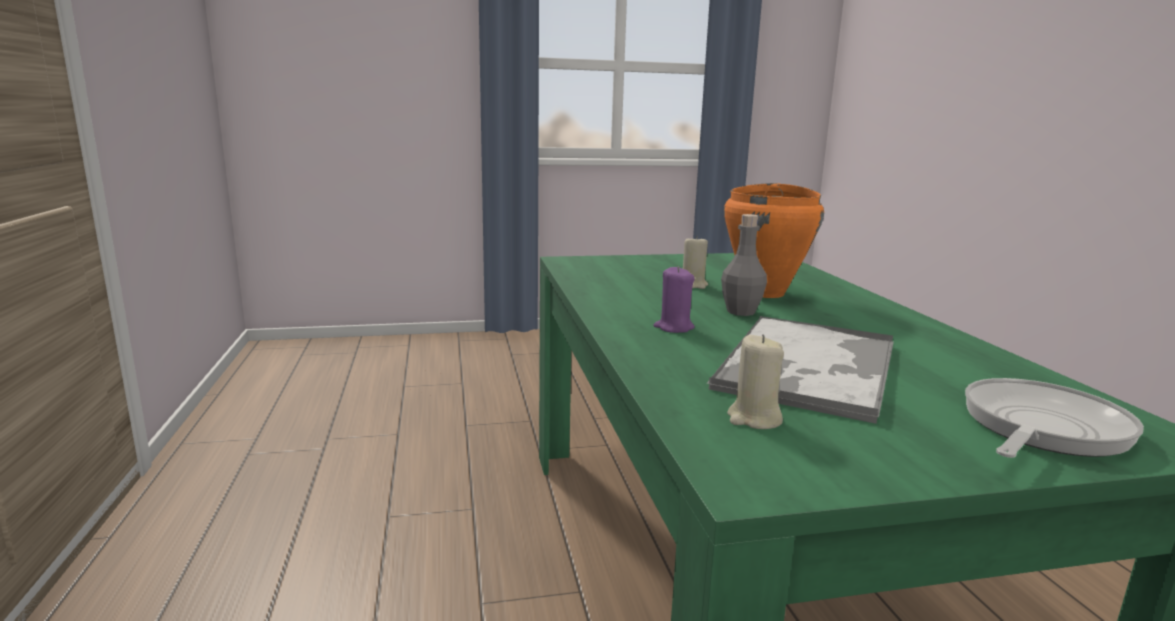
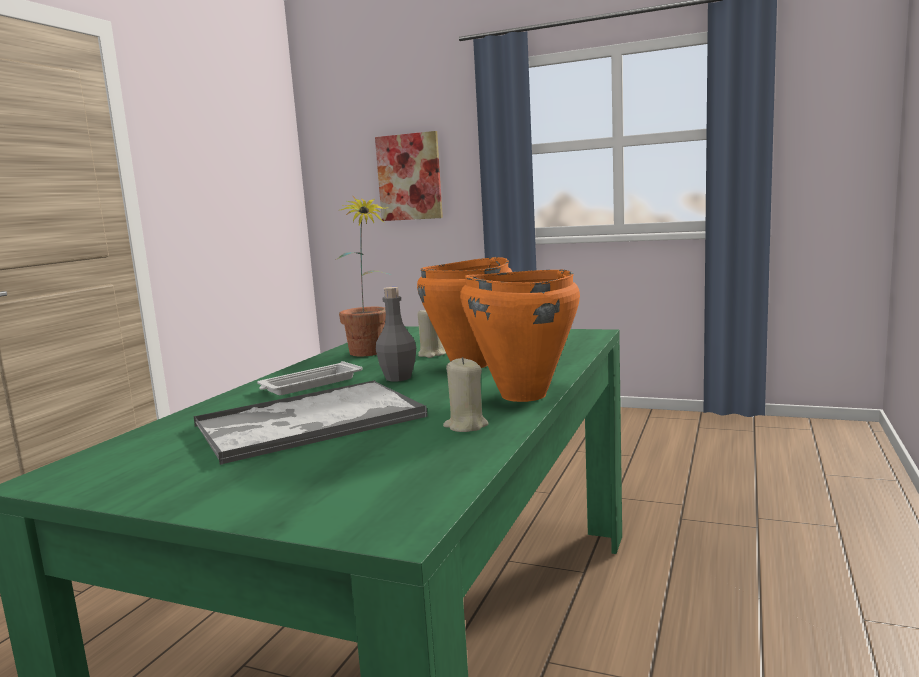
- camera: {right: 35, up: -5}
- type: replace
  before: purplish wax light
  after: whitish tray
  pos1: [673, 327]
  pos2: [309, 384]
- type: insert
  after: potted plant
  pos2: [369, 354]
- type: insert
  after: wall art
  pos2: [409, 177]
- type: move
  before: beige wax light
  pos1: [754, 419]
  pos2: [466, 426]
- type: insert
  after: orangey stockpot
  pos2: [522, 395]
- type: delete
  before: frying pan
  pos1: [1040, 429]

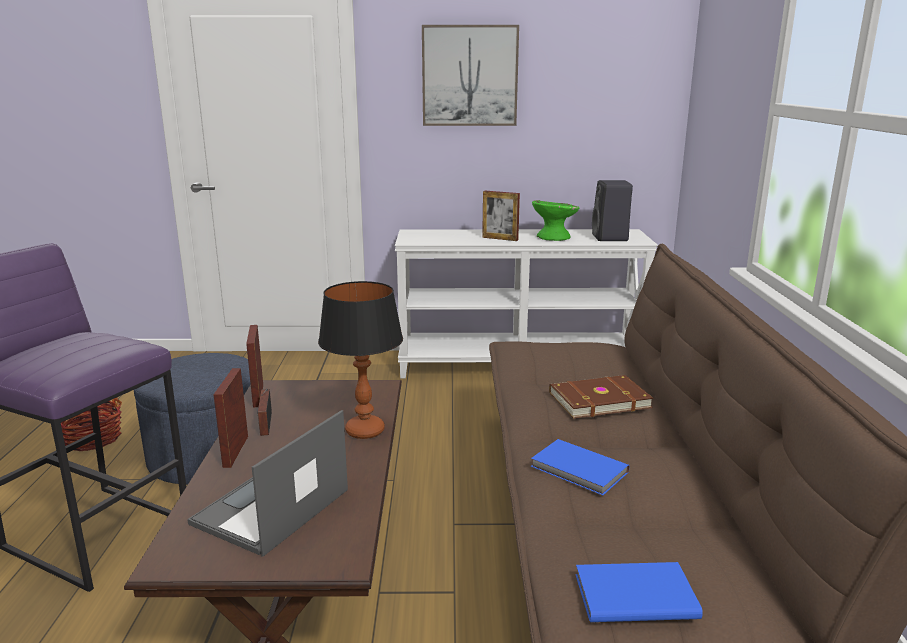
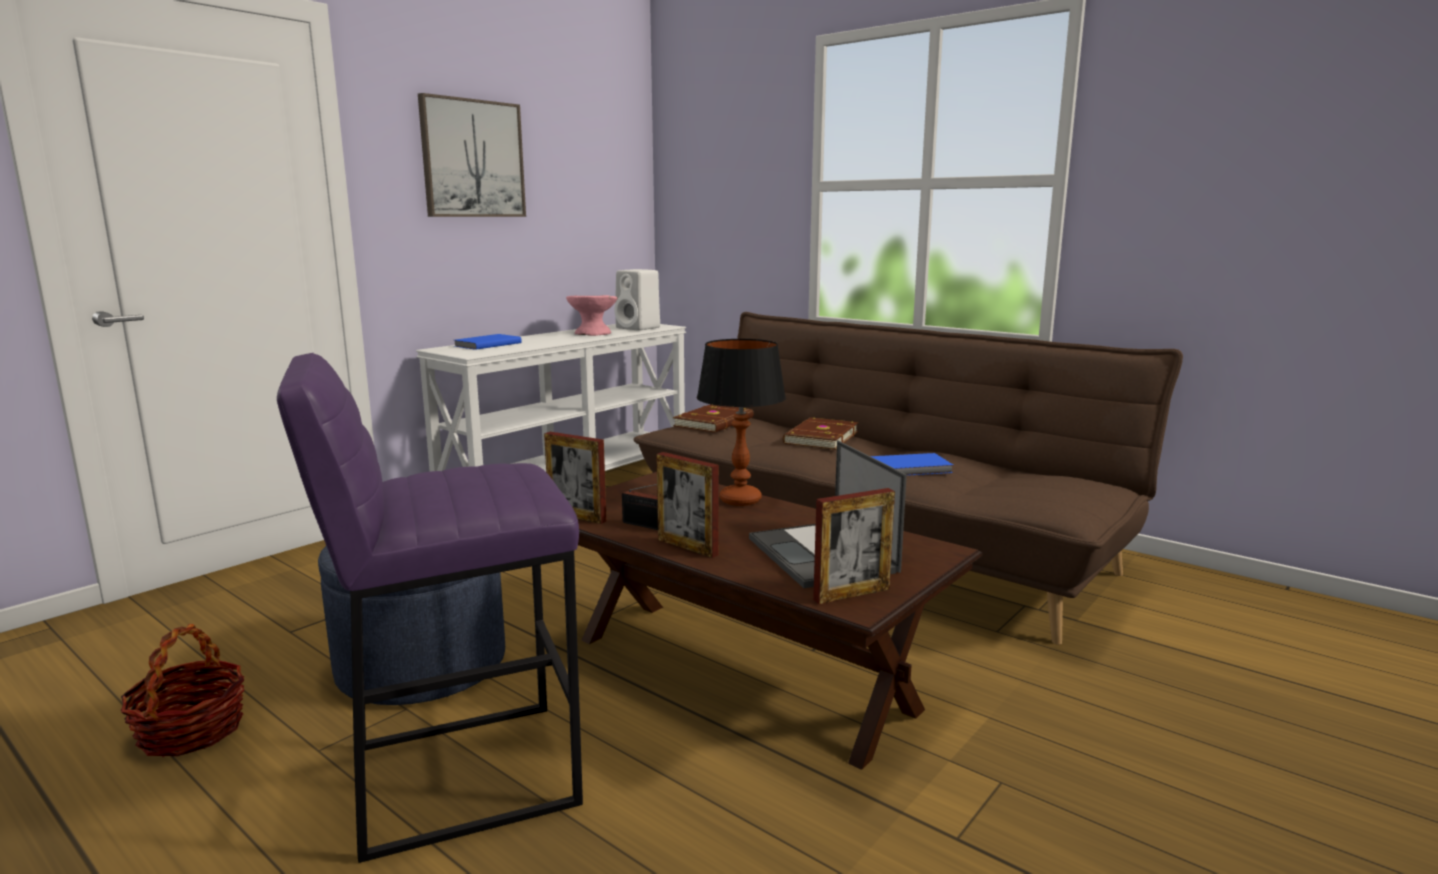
- camera: {right: -50, up: -5}
- type: move
  before: bluish bound book
  pos1: [633, 594]
  pos2: [486, 344]
- type: recolor
  before: green-coloured serving bowl
  after: pink serving bowl
  pos1: [553, 237]
  pos2: [593, 333]
- type: recolor
  before: blackish audio speaker
  after: whitish audio speaker
  pos1: [610, 238]
  pos2: [639, 328]
- type: insert
  after: brown bound book
  pos2: [715, 422]
- type: move
  before: photo frame
  pos1: [500, 238]
  pos2: [852, 594]

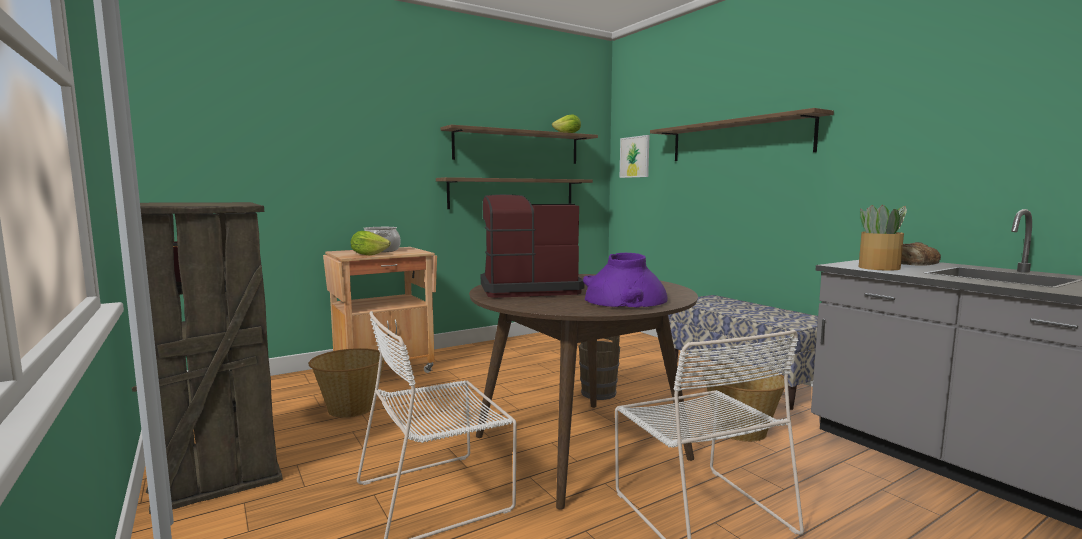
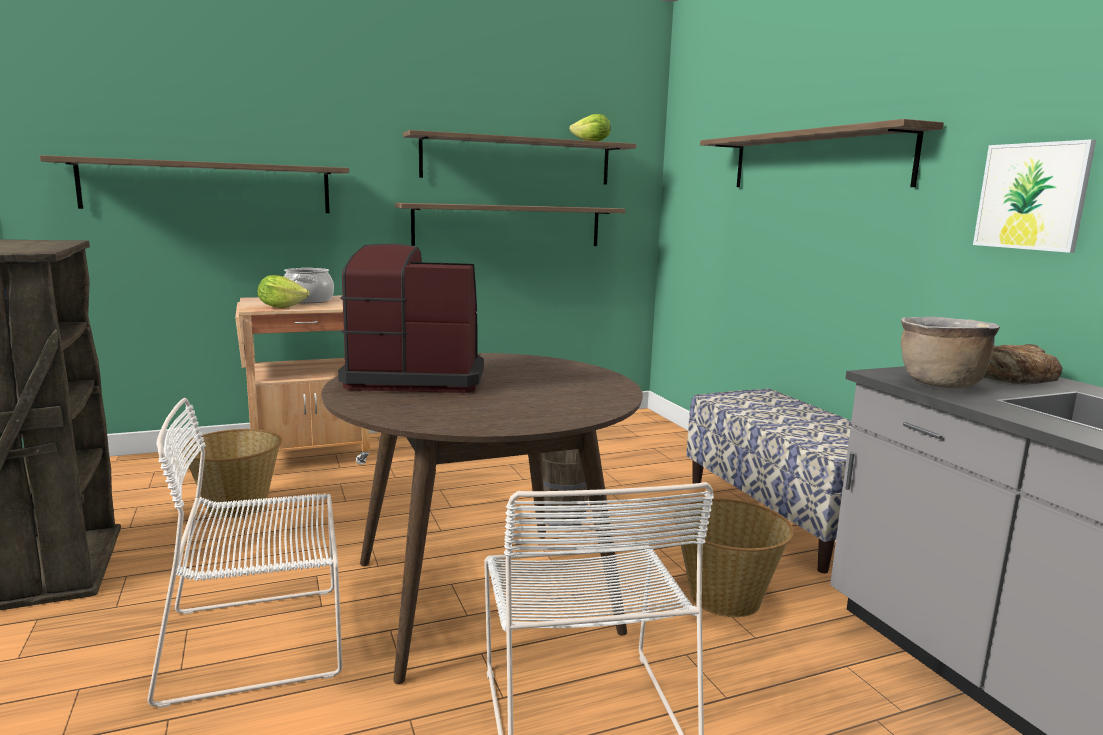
- camera: {right: 10, up: 5}
- type: insert
  after: shelf
  pos2: [209, 187]
- type: replace
  before: potted plant
  after: brown stockpot
  pos1: [880, 267]
  pos2: [939, 384]
- type: move
  before: wall art
  pos1: [634, 157]
  pos2: [1032, 196]
- type: delete
  before: purplish flower vase
  pos1: [625, 300]

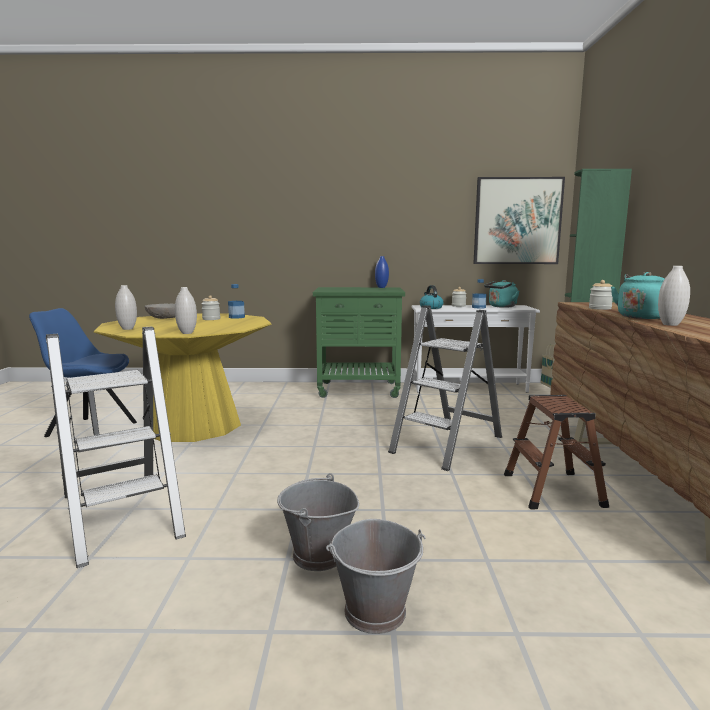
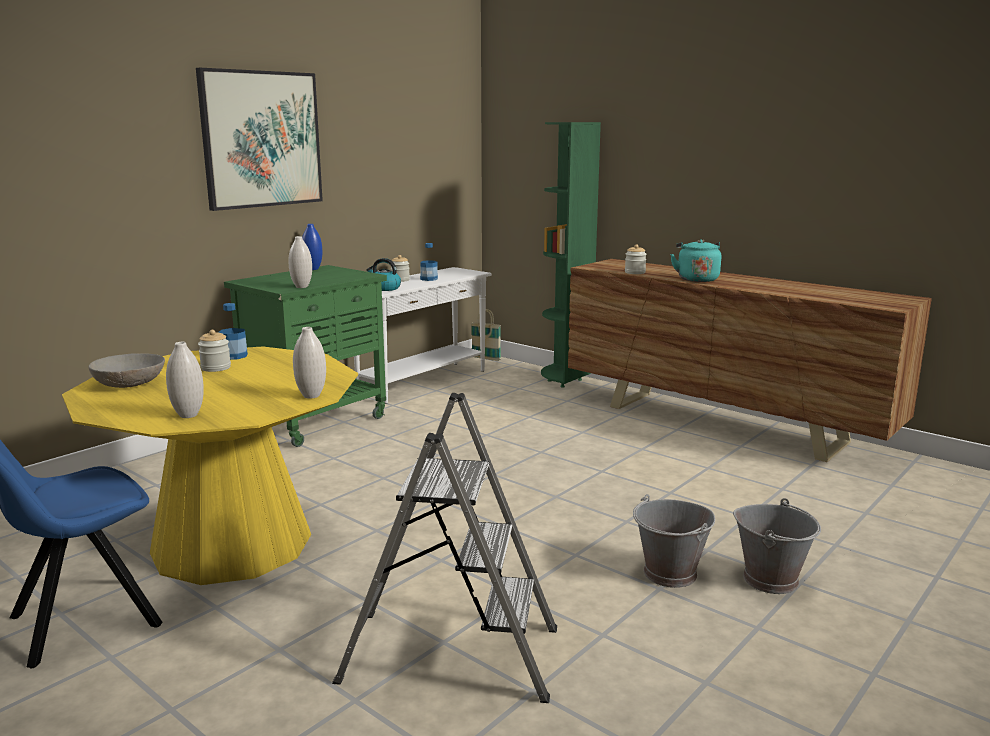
- camera: {right: -50, up: 5}
- type: move
  before: wall art
  pos1: [517, 221]
  pos2: [261, 139]
- type: move
  before: whitish flower vase
  pos1: [670, 324]
  pos2: [302, 287]
- type: delete
  before: grey stepladder
  pos1: [448, 444]
- type: delete
  before: blue-green tea kettle
  pos1: [501, 306]
- type: delete
  before: brown stepladder
  pos1: [553, 490]

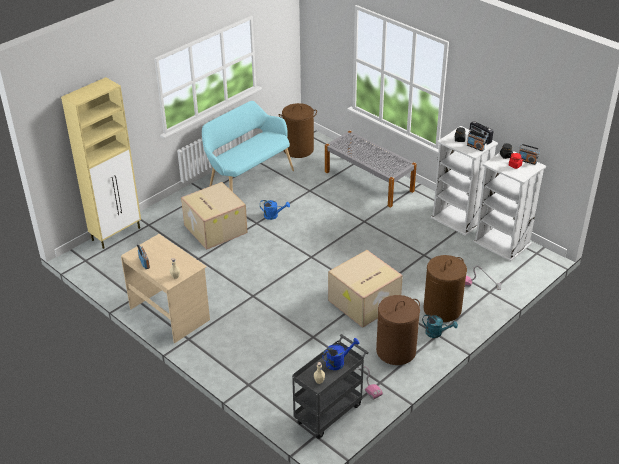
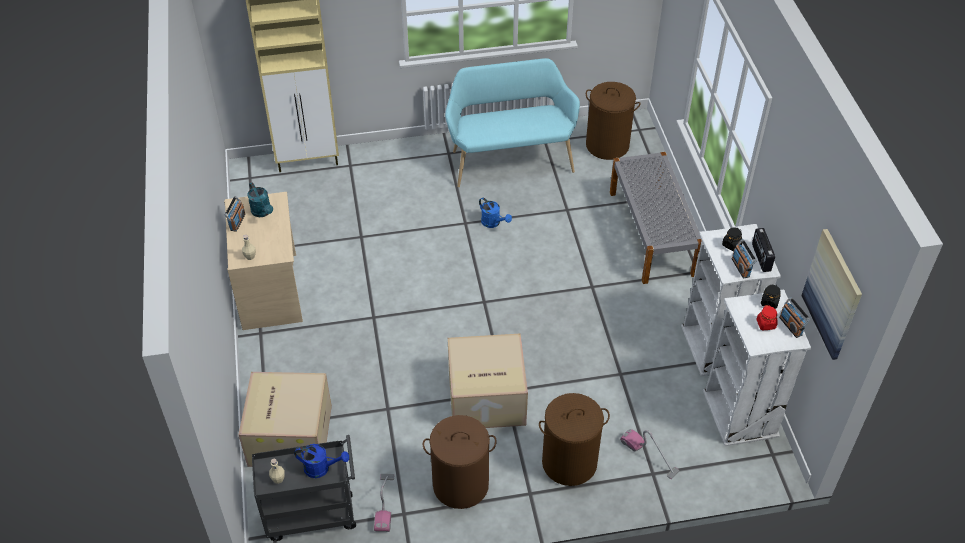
- camera: {right: 35, up: 10}
- type: move
  before: cardboard box
  pos1: [214, 229]
  pos2: [289, 434]
- type: move
  before: blue-green sprinkling can
  pos1: [437, 333]
  pos2: [263, 212]
- type: insert
  after: wall art
  pos2: [833, 294]

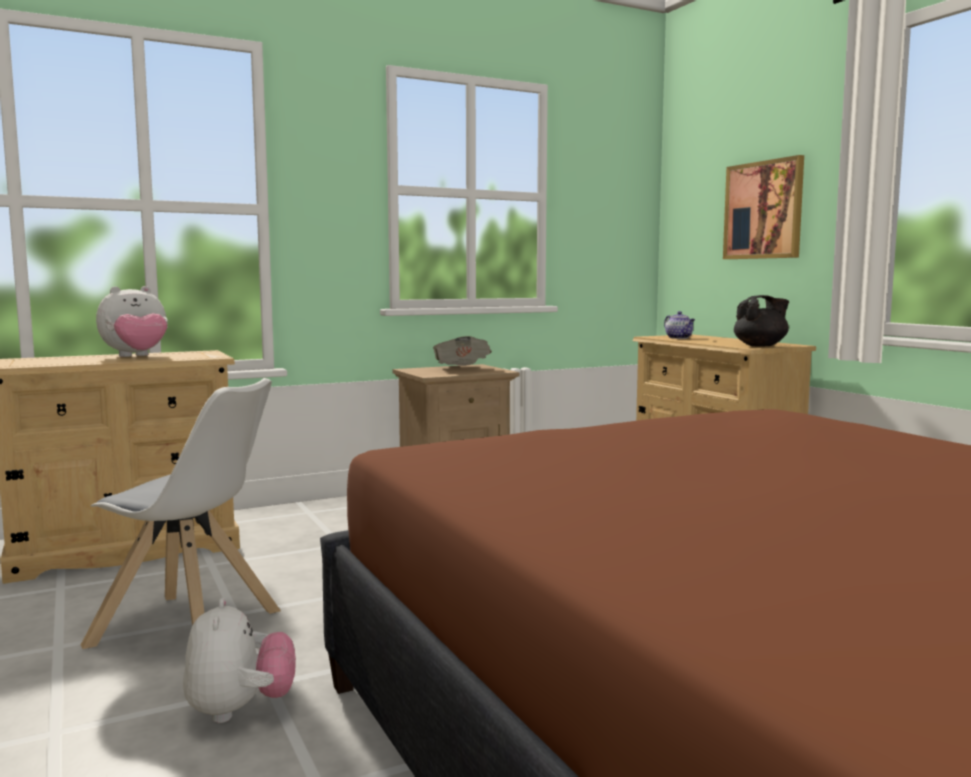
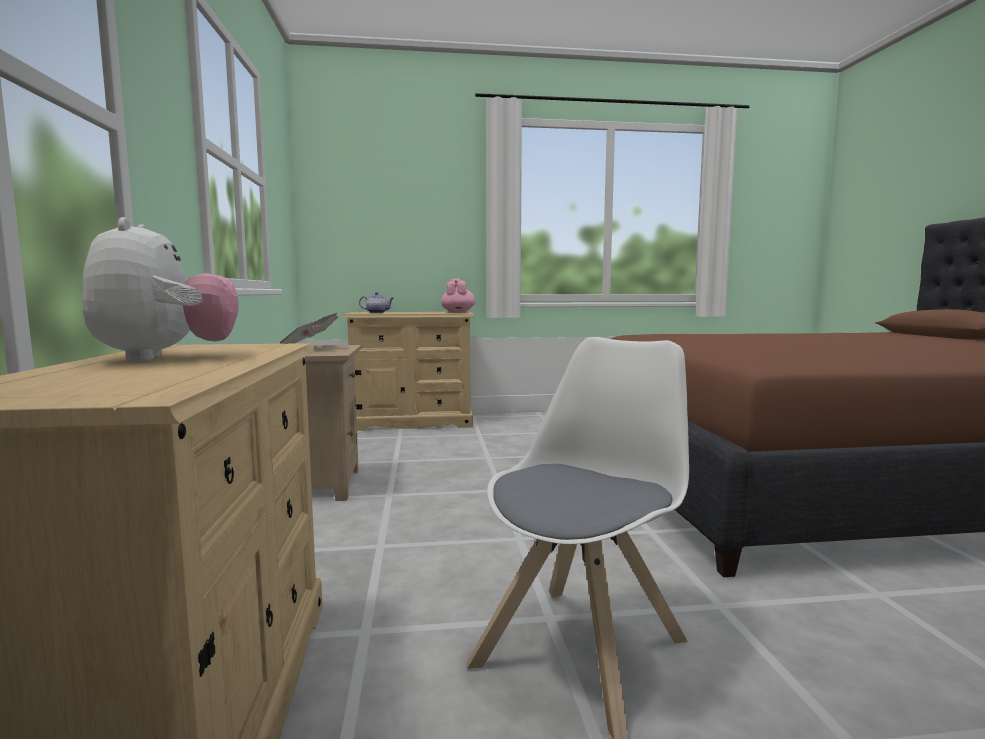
- camera: {right: -70, up: 0}
- type: recolor
  before: blackish tea pot
  after: pink tea pot
  pos1: [761, 346]
  pos2: [458, 312]
- type: delete
  before: soft toy
  pos1: [240, 710]
- type: delete
  before: wall art
  pos1: [763, 210]

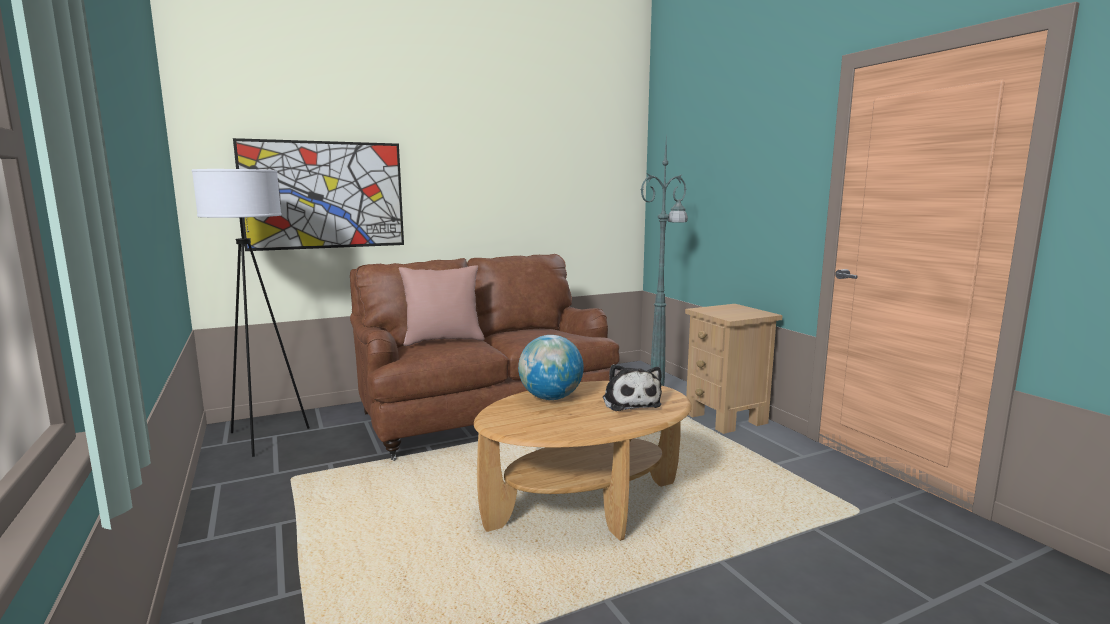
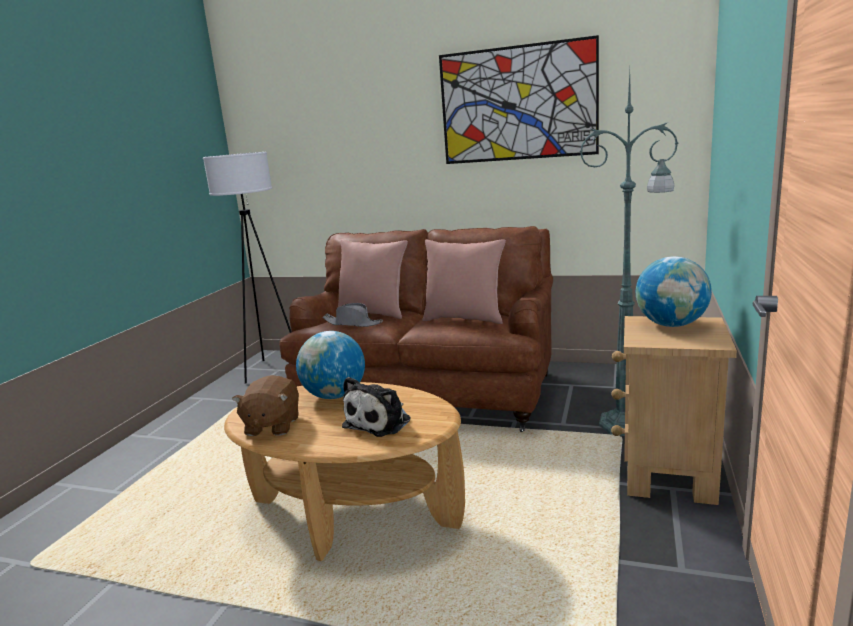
- camera: {right: 45, up: 5}
- type: insert
  after: brown soft toy
  pos2: [272, 426]
- type: insert
  after: grey clothing hat
  pos2: [353, 323]
- type: insert
  after: pink cushion
  pos2: [465, 319]
- type: move
  before: wall art
  pos1: [324, 195]
  pos2: [517, 103]
- type: insert
  after: globe
  pos2: [671, 325]

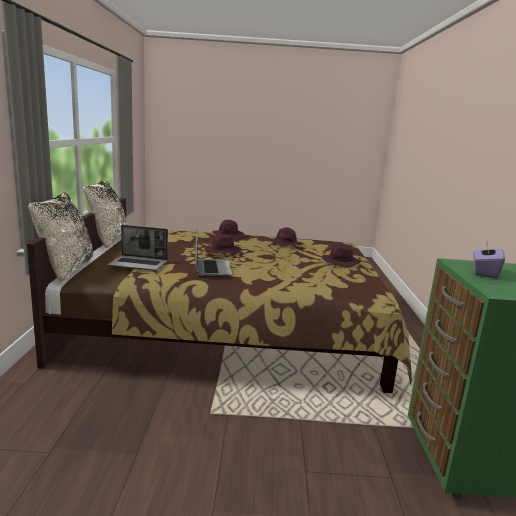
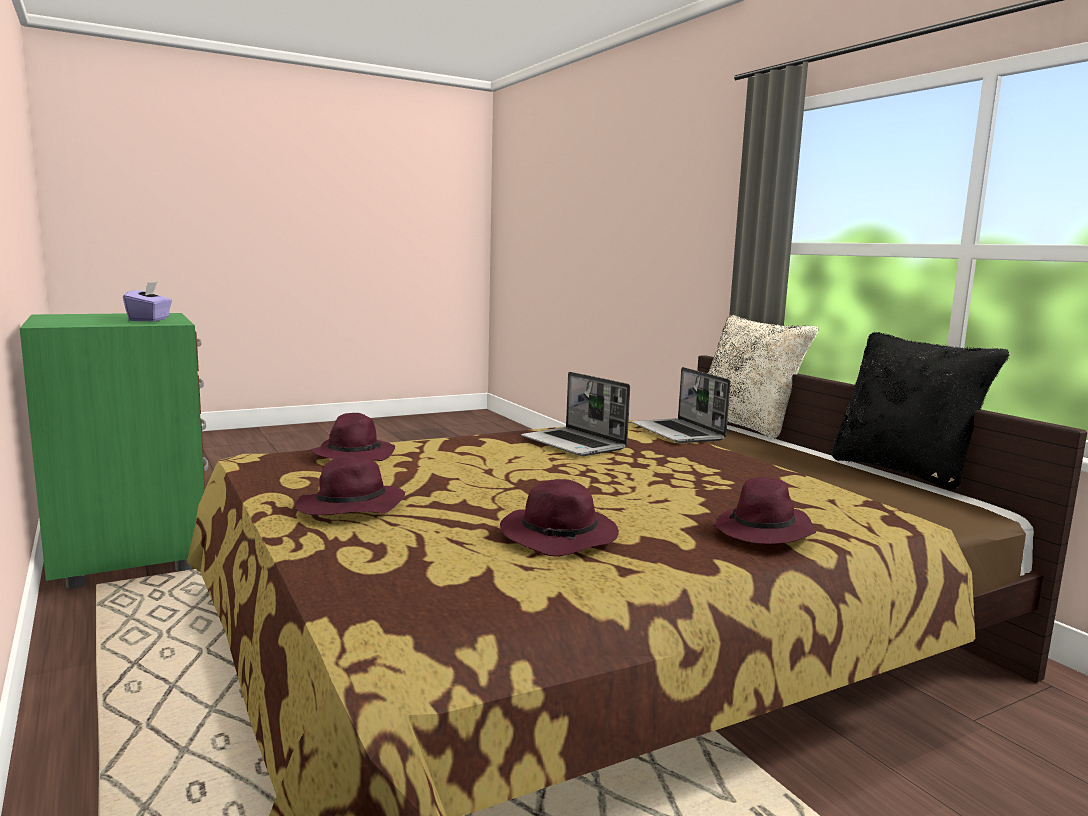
- camera: {right: 150, up: -5}
- type: move
  before: purplish clothing hat
  pos1: [222, 252]
  pos2: [353, 454]
- type: rotate
  before: portable computer
  pos1: [139, 264]
  pos2: [679, 433]
  turn: -90
- type: recolor
  before: beige cushion
  after: blackish cushion
  pos1: [108, 240]
  pos2: [901, 474]

